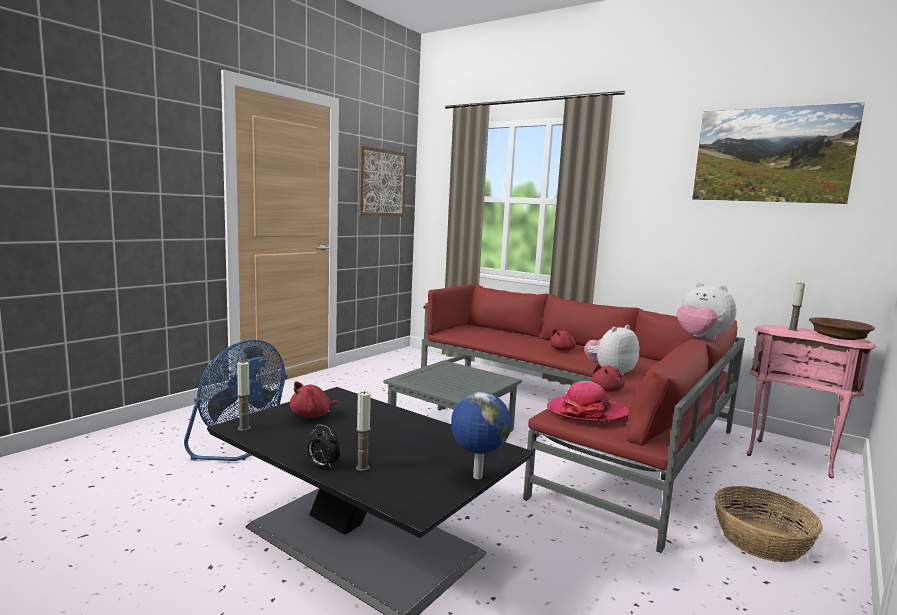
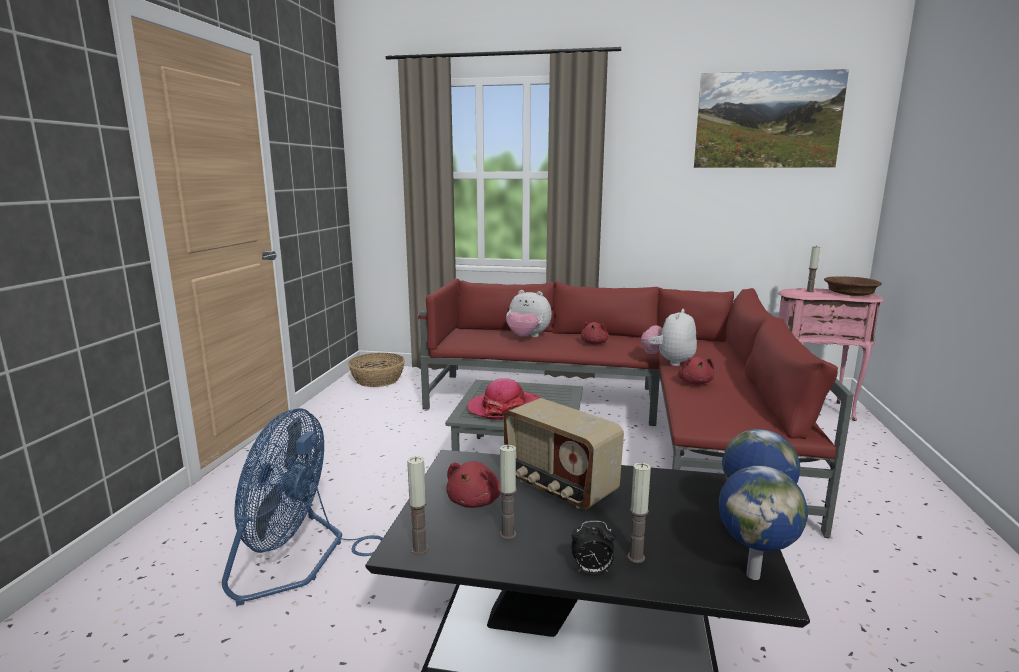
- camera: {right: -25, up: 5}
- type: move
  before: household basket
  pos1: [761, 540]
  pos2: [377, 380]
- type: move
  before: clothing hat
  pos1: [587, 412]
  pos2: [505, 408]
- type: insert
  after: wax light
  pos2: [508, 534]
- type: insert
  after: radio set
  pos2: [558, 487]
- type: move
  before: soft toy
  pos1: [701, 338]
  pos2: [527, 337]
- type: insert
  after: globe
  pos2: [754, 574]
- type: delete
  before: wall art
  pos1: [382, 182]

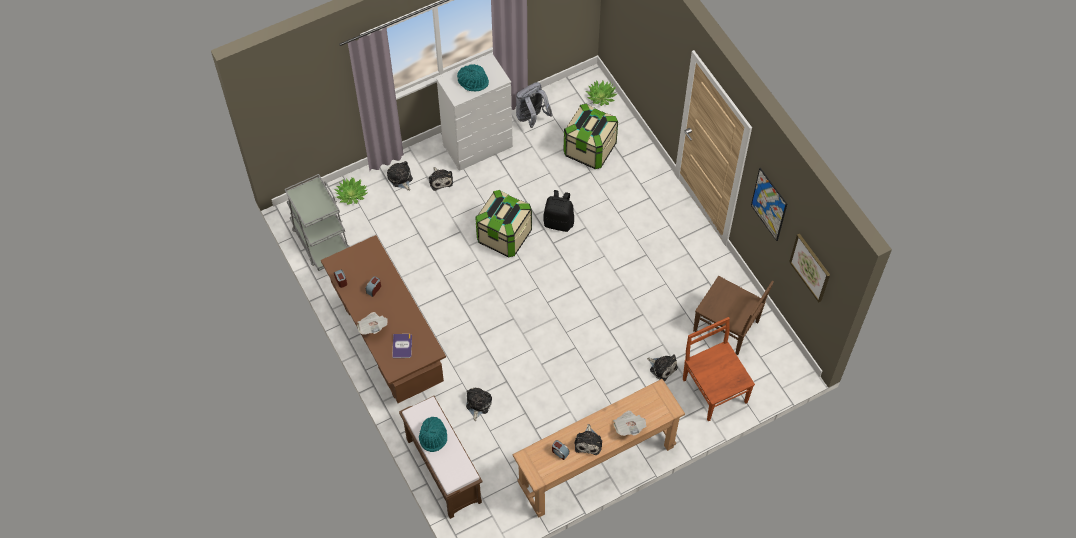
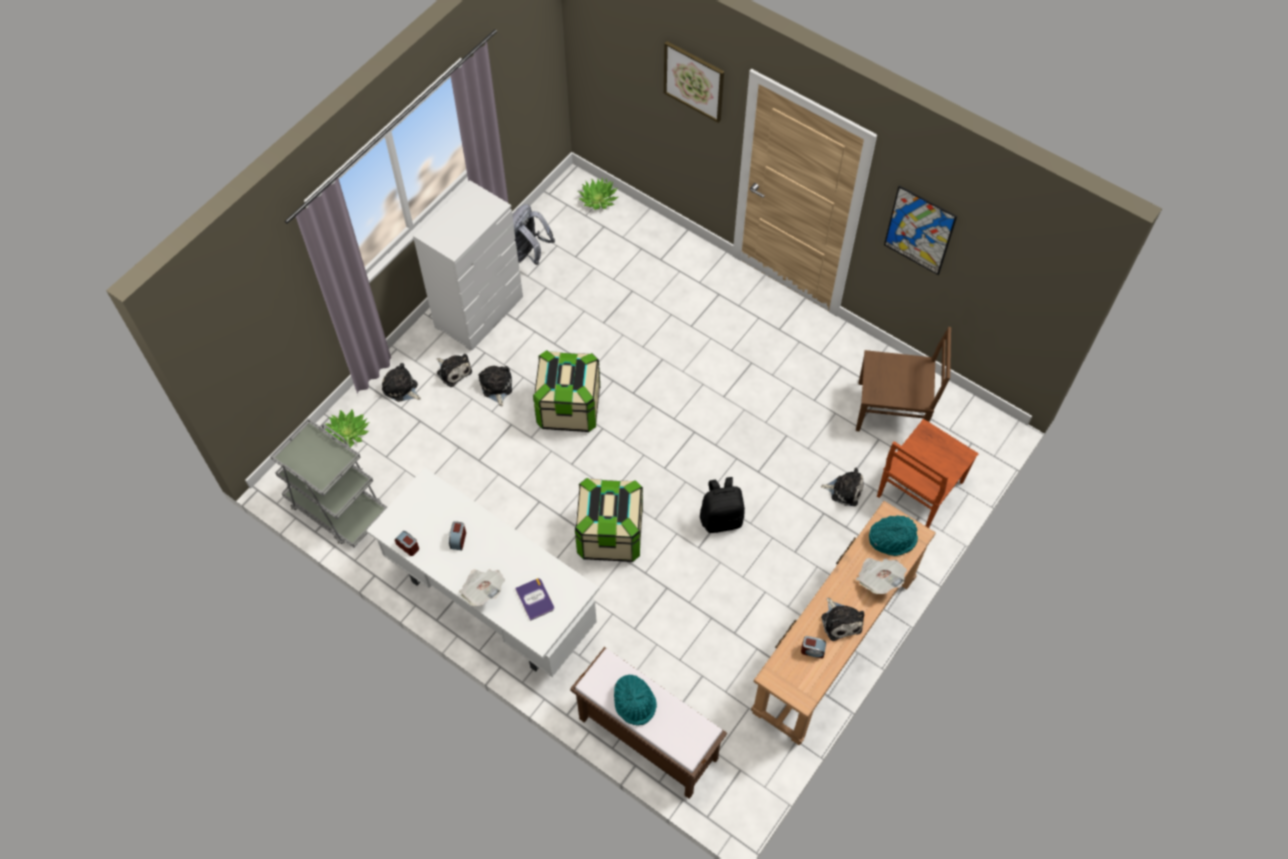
- camera: {right: -25, up: 0}
- type: recolor
  before: brown desk
  after: whitish desk
  pos1: [388, 343]
  pos2: [491, 603]
- type: move
  before: soft toy
  pos1: [478, 404]
  pos2: [496, 387]
- type: move
  before: storage bin
  pos1: [589, 149]
  pos2: [610, 535]
- type: move
  before: wall art
  pos1: [810, 267]
  pos2: [694, 81]
- type: move
  before: blackish rucksack
  pos1: [559, 222]
  pos2: [721, 518]
- type: move
  before: blue-green clothing hat
  pos1: [473, 81]
  pos2: [892, 538]
- type: rotate
  before: brown upright chair
  pos1: [714, 389]
  pos2: [918, 490]
  turn: -90

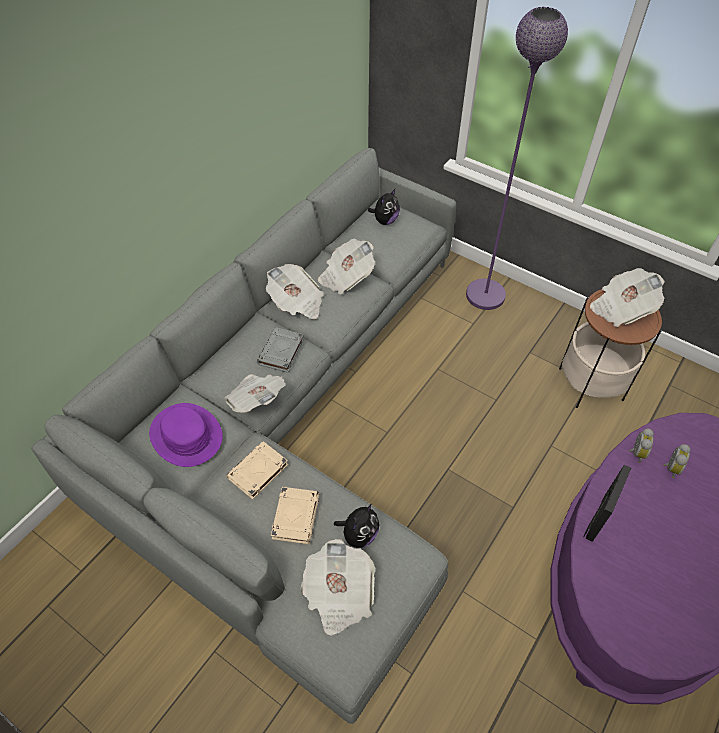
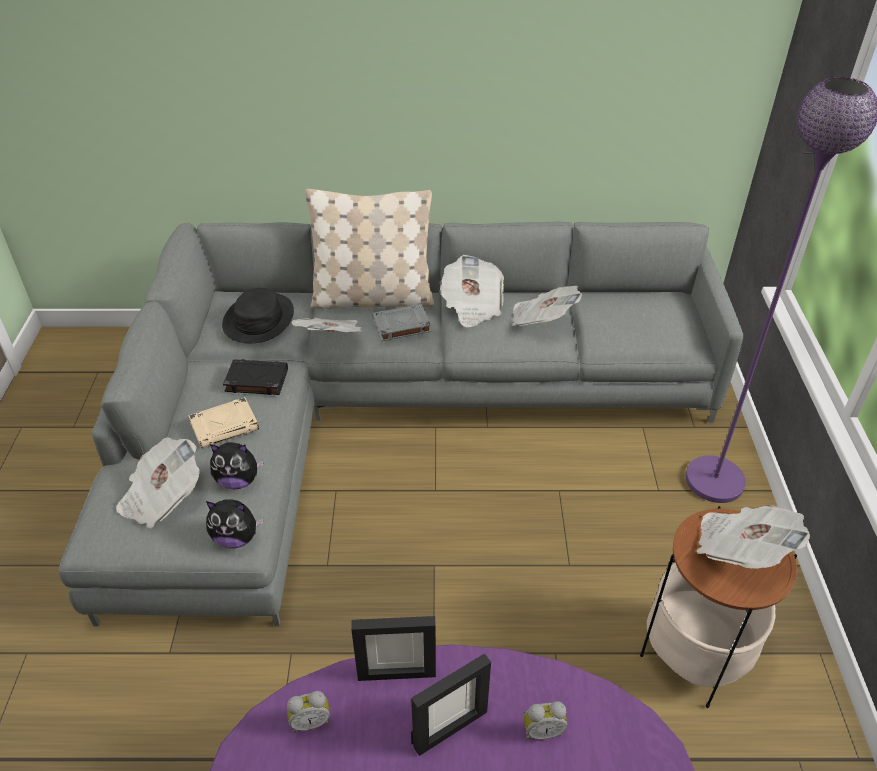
- camera: {right: 55, up: -10}
- type: move
  before: soft toy
  pos1: [385, 221]
  pos2: [236, 538]
- type: recolor
  before: purplish clothing hat
  after: blackish clothing hat
  pos1: [186, 435]
  pos2: [258, 319]
- type: recolor
  before: beige bound book
  after: blackish bound book
  pos1: [257, 472]
  pos2: [256, 380]
- type: move
  before: table clock
  pos1: [636, 452]
  pos2: [310, 721]
- type: insert
  after: beige cushion
  pos2: [373, 298]
- type: insert
  after: photo frame
  pos2: [449, 727]

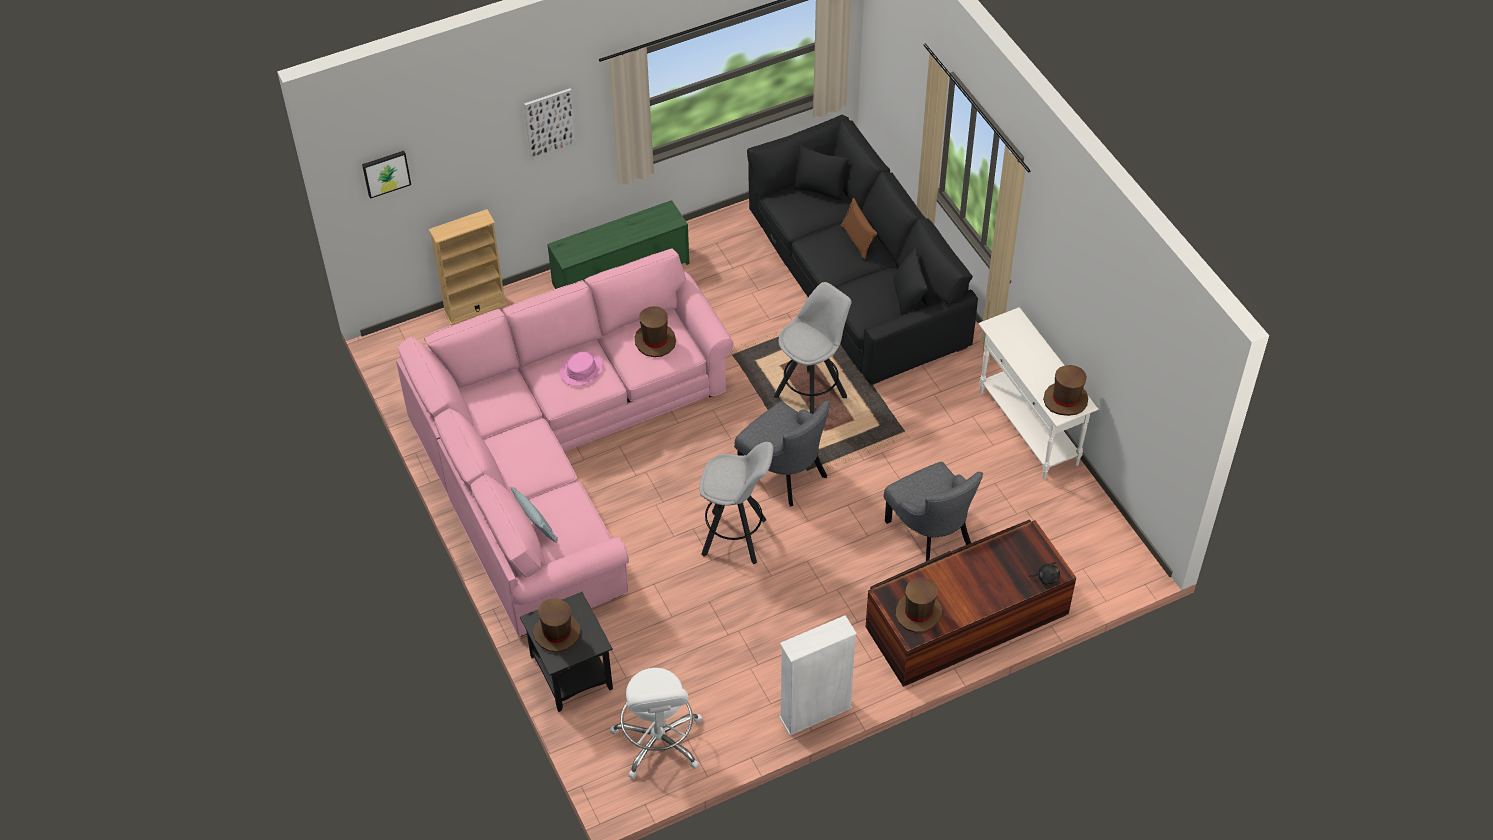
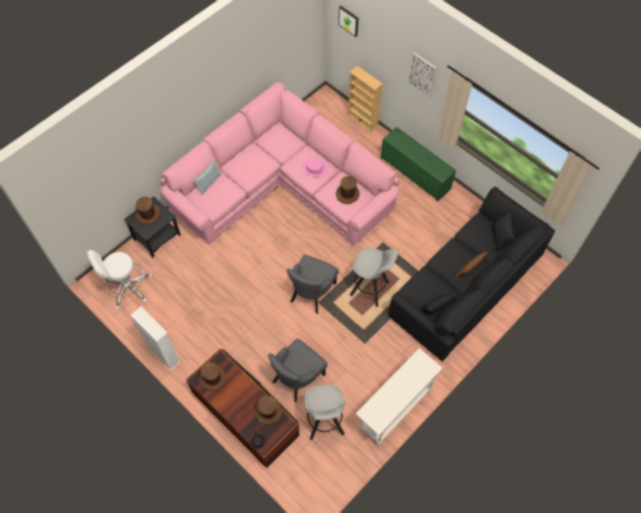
- camera: {right: 70, up: 10}
- type: move
  before: brown clothing hat
  pos1: [1065, 400]
  pos2: [268, 411]
- type: move
  before: grey sitting stool
  pos1: [736, 537]
  pos2: [324, 422]

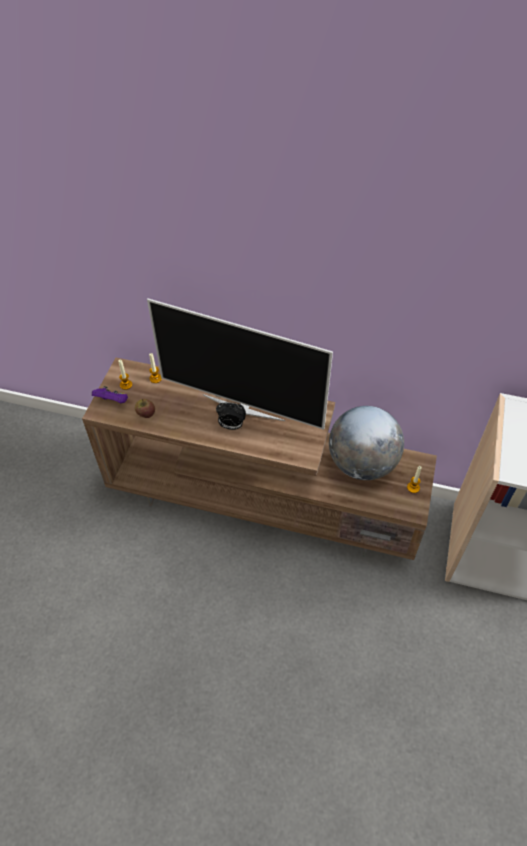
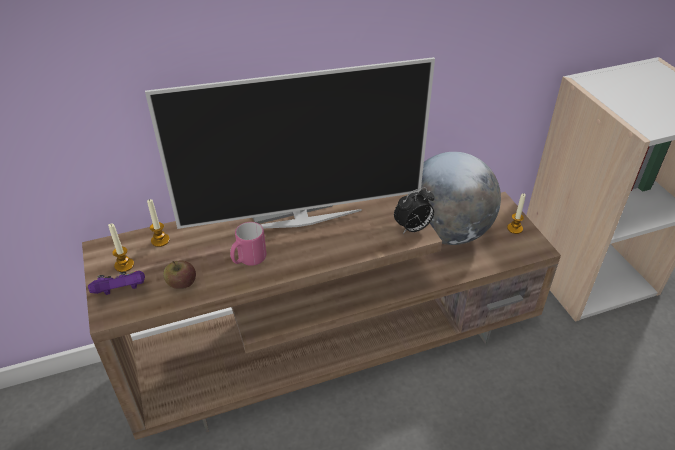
- camera: {right: -35, up: -10}
- type: insert
  after: pink mug
  pos2: [248, 260]
- type: move
  before: table clock
  pos1: [231, 426]
  pos2: [413, 228]

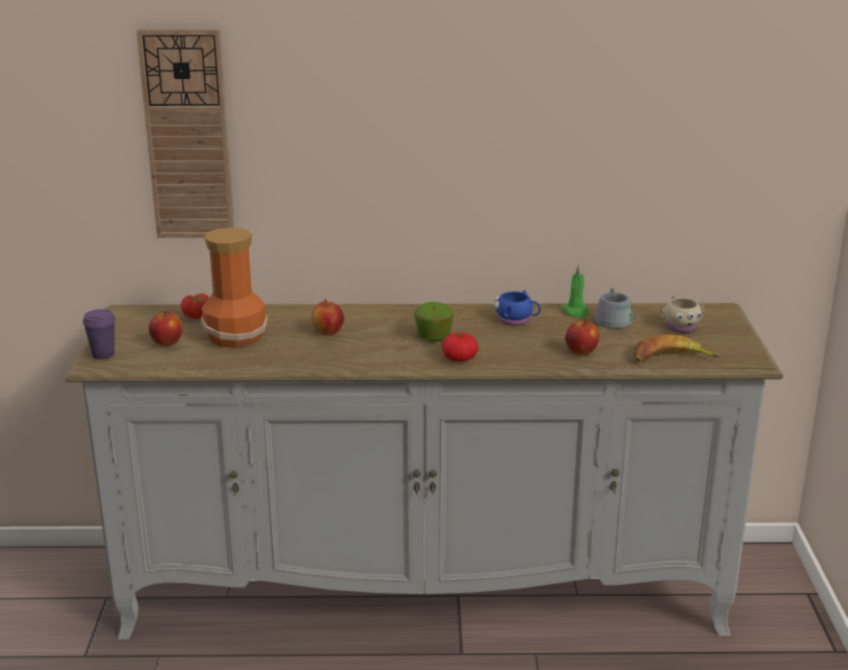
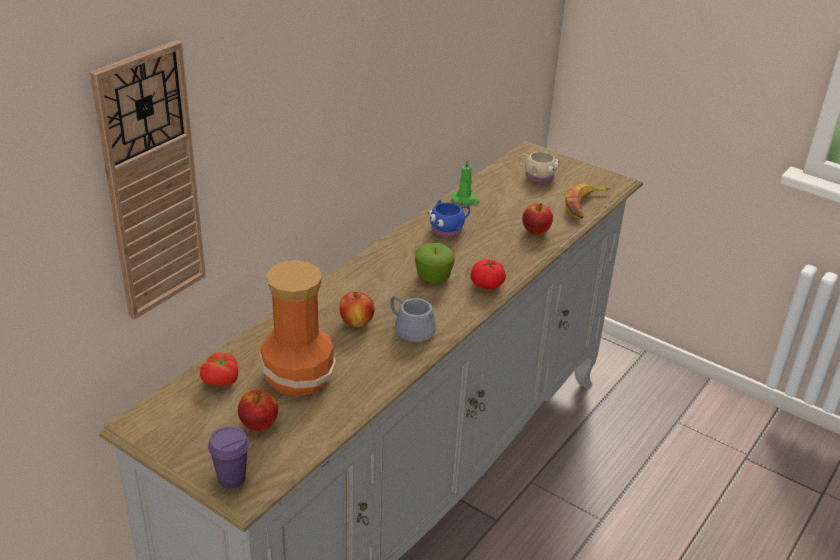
- camera: {right: -55, up: 10}
- type: move
  before: grey mug
  pos1: [617, 319]
  pos2: [413, 326]

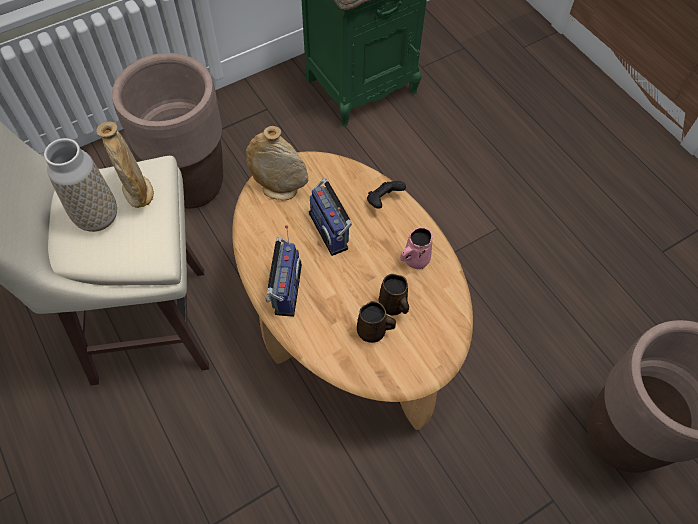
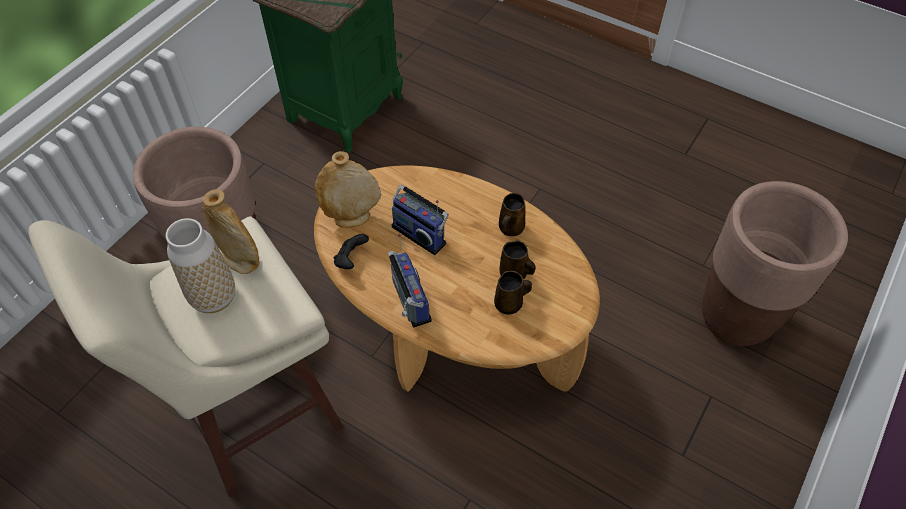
- camera: {right: -25, up: -5}
- type: move
  before: blackish game controller
  pos1: [383, 201]
  pos2: [351, 260]
- type: recolor
  before: pink mug
  after: brown mug
  pos1: [415, 259]
  pos2: [510, 228]

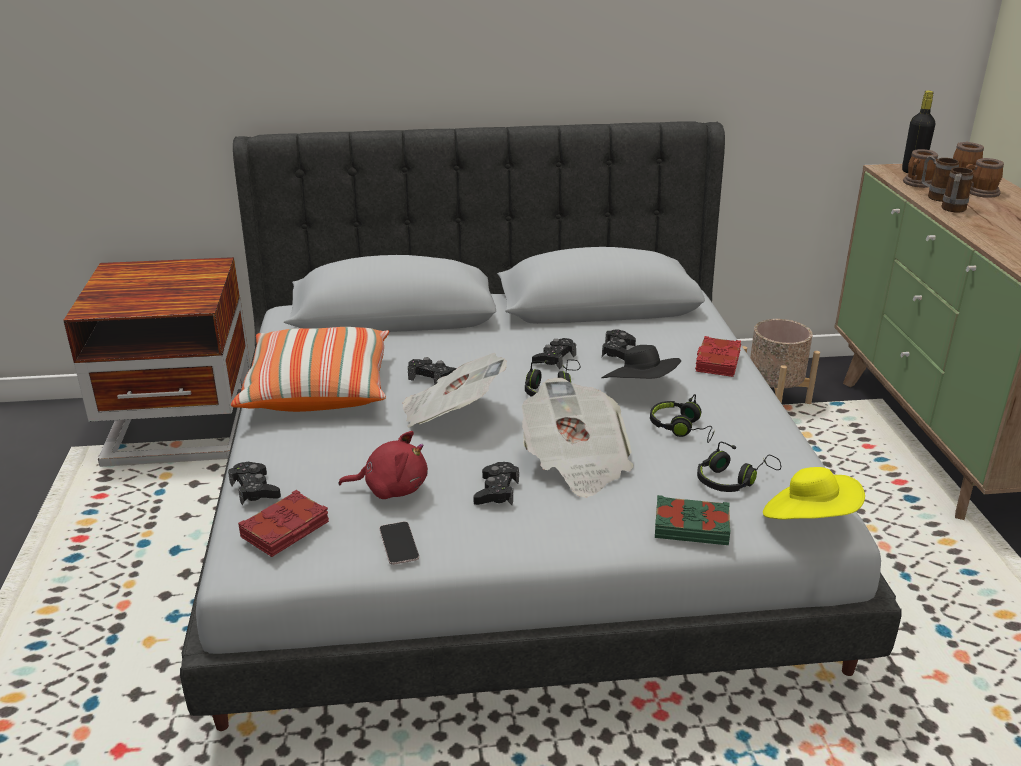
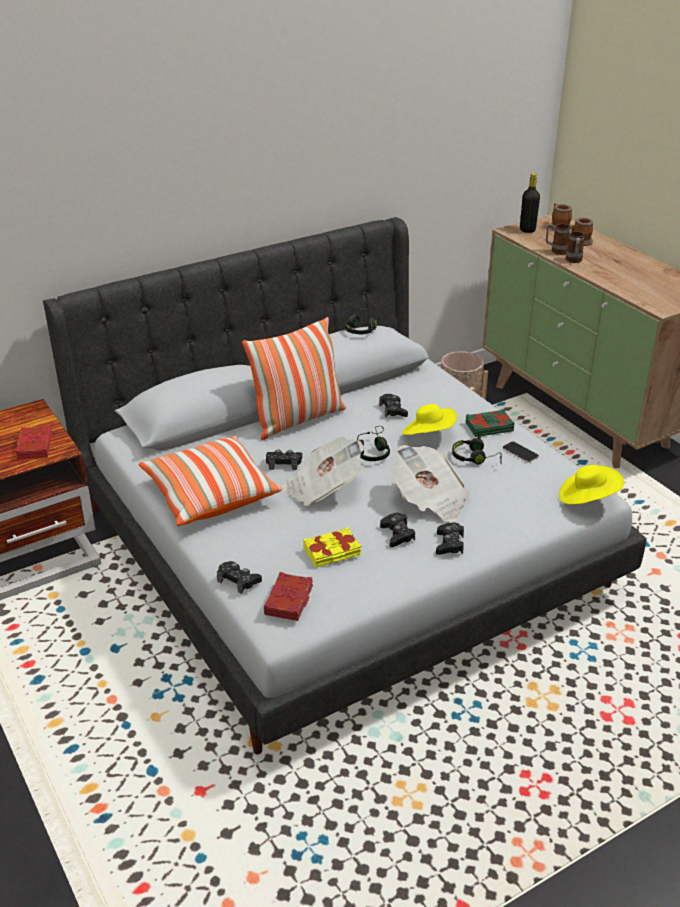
- camera: {right: -25, up: 5}
- type: move
  before: red-coloured bound book
  pos1: [717, 362]
  pos2: [34, 447]
- type: insert
  after: cushion
  pos2: [298, 419]
- type: replace
  before: red-coloured soft toy
  after: yellow bound book
  pos1: [391, 488]
  pos2: [332, 552]
- type: move
  before: blackish headphones
  pos1: [733, 479]
  pos2: [364, 328]
- type: recolor
  before: blackish clothing hat
  after: yellow clothing hat
  pos1: [641, 388]
  pos2: [428, 435]
- type: move
  before: blackish game controller
  pos1: [554, 358]
  pos2: [449, 544]
- type: move
  before: green-coloured bound book
  pos1: [691, 526]
  pos2: [488, 426]
- type: move
  before: phone
  pos1: [399, 544]
  pos2: [520, 452]
- type: delete
  before: mug
  pos1: [917, 184]

